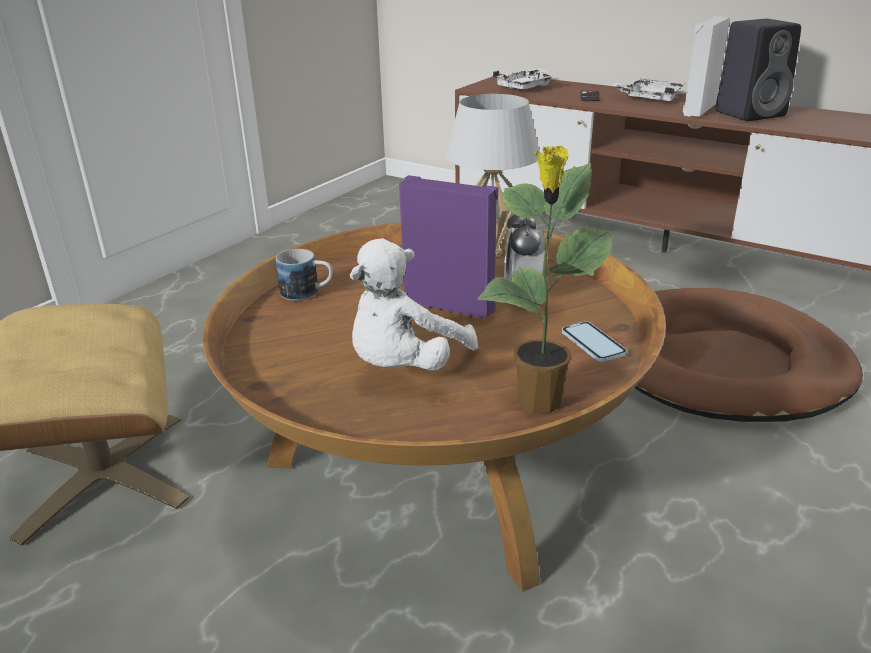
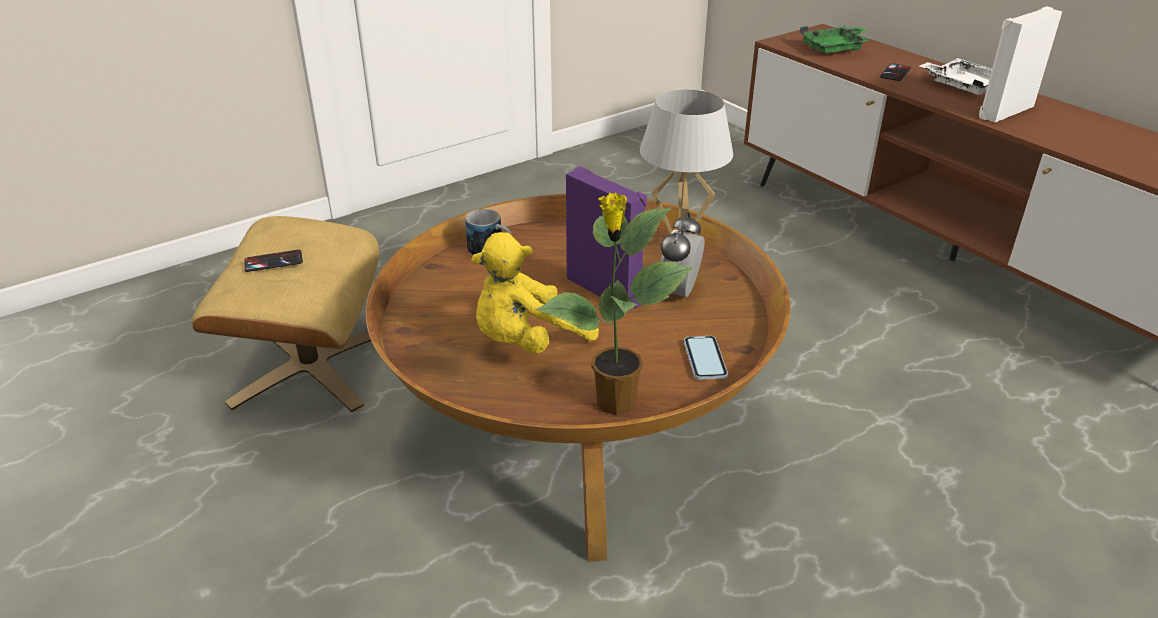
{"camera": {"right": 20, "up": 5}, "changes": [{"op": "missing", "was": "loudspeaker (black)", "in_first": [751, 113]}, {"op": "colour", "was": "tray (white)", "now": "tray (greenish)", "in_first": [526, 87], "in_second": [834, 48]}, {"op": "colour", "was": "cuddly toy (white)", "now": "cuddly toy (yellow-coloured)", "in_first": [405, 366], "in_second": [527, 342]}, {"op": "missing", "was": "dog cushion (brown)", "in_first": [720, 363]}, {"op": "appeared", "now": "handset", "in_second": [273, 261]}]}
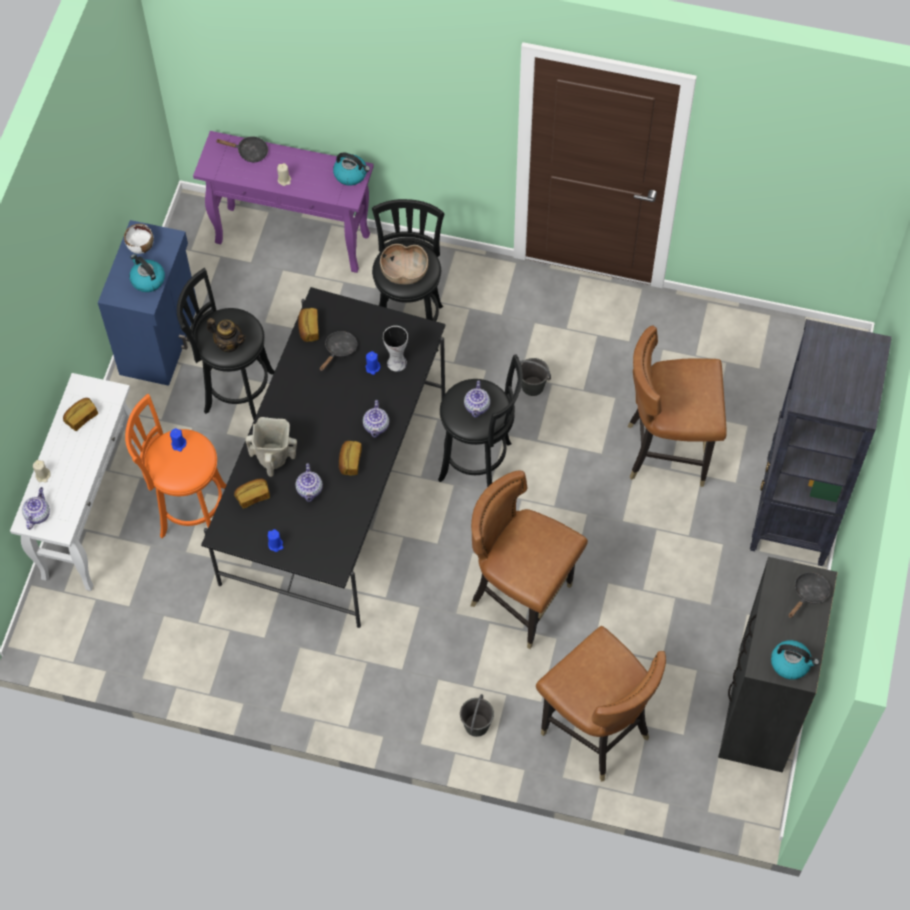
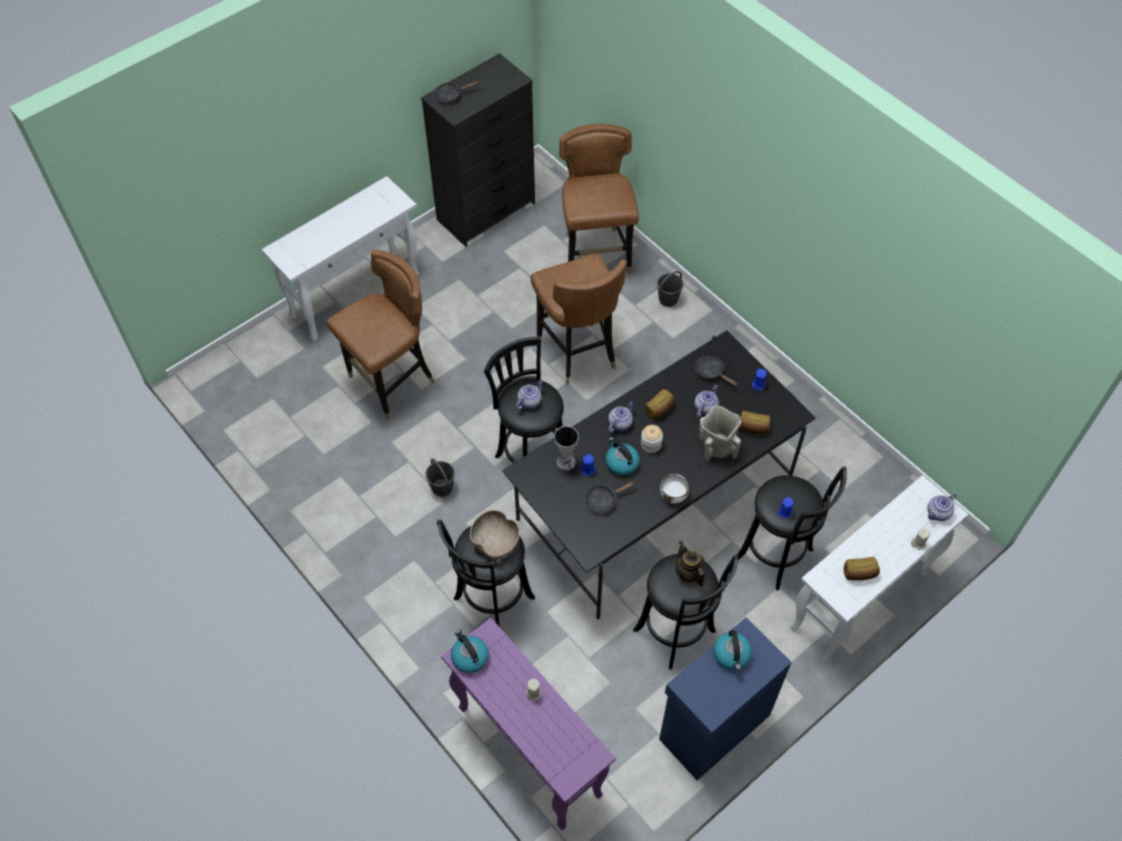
{"camera": {"right": -145, "up": -5}, "changes": [{"op": "relocated", "was": "skillet (black)", "in_first": [249, 152], "in_second": [711, 372]}, {"op": "relocated", "was": "bowl (white)", "in_first": [140, 246], "in_second": [673, 495]}, {"op": "missing", "was": "baked bread", "in_first": [309, 329]}, {"op": "exchanged", "was": "bookshelf (black)", "now": "hall table (white)", "in_first": [793, 518], "in_second": [356, 294]}, {"op": "spun", "was": "upright chair (brown)", "in_first": [668, 451], "in_second": [392, 383], "clockwise": -75}, {"op": "colour", "was": "stool seat (orangey)", "now": "stool seat (black)", "in_first": [189, 510], "in_second": [777, 556]}, {"op": "relocated", "was": "kettle", "in_first": [791, 663], "in_second": [621, 463]}, {"op": "appeared", "now": "preserve jar", "in_second": [651, 444]}]}
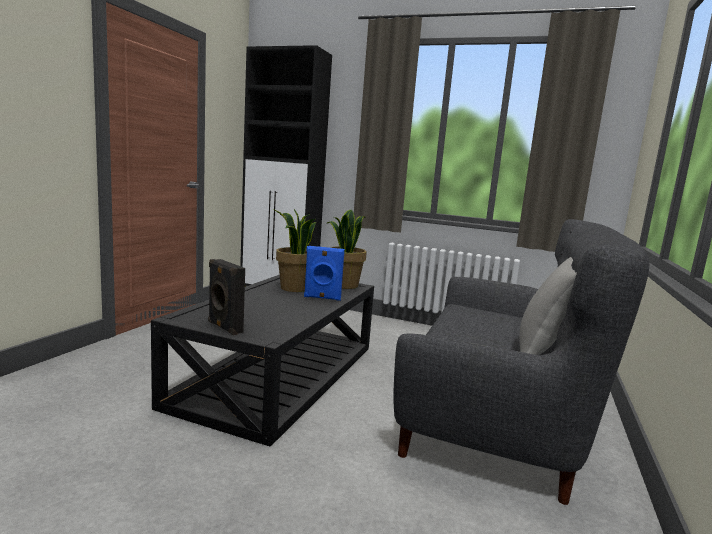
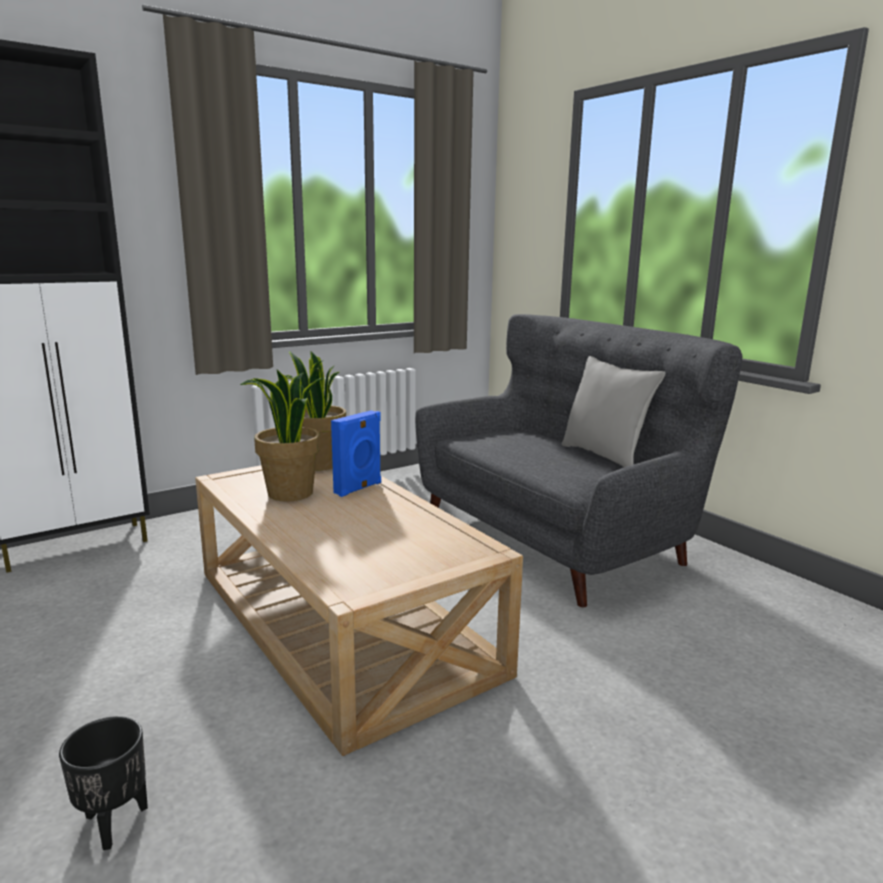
{"camera": {"right": -55, "up": 5}, "changes": [{"op": "missing", "was": "loudspeaker (black)", "in_first": [224, 327]}, {"op": "colour", "was": "coffee table (black)", "now": "coffee table (beige)", "in_first": [281, 374], "in_second": [343, 619]}, {"op": "appeared", "now": "planter (black)", "in_second": [113, 822]}]}
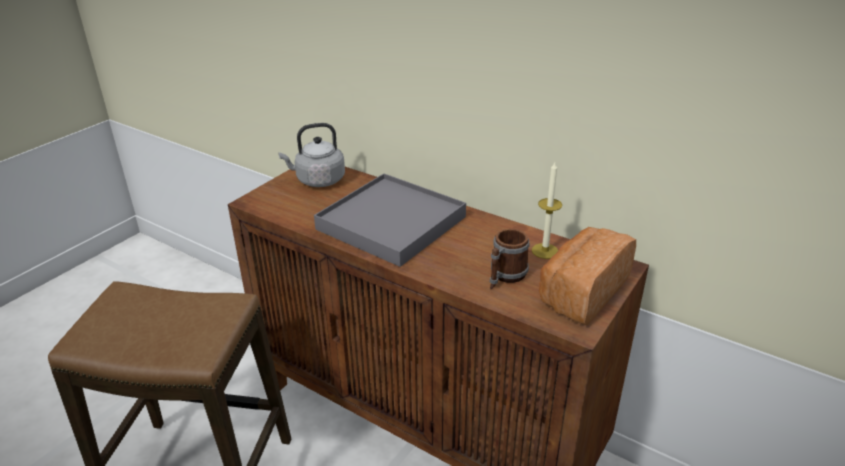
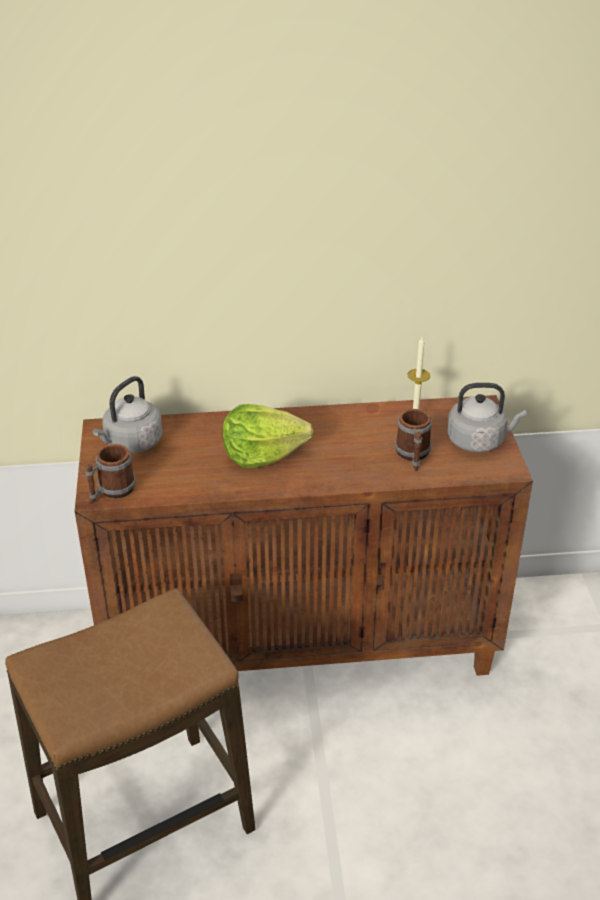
{"camera": {"right": -40, "up": 5}, "changes": [{"op": "exchanged", "was": "tray (grey)", "now": "head of lettuce", "in_first": [391, 223], "in_second": [262, 453]}, {"op": "exchanged", "was": "baked bread", "now": "kettle (grey)", "in_first": [581, 292], "in_second": [479, 441]}, {"op": "appeared", "now": "coffee mug", "in_second": [111, 491]}]}
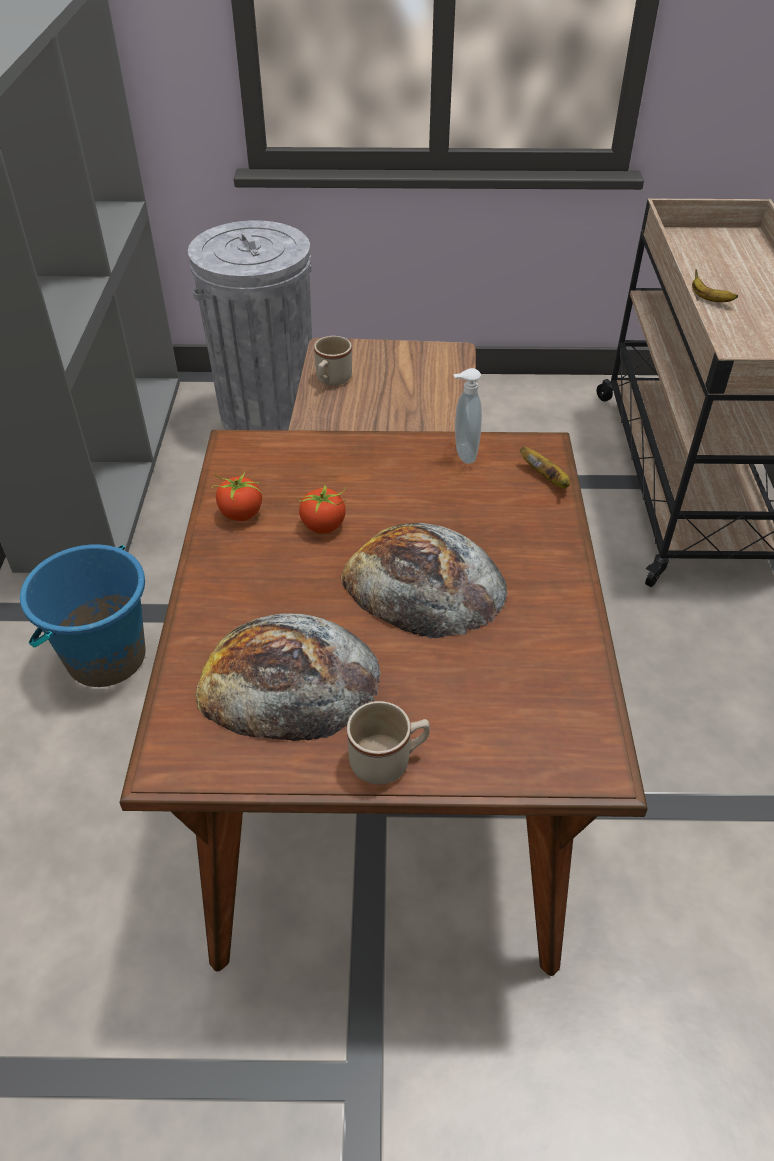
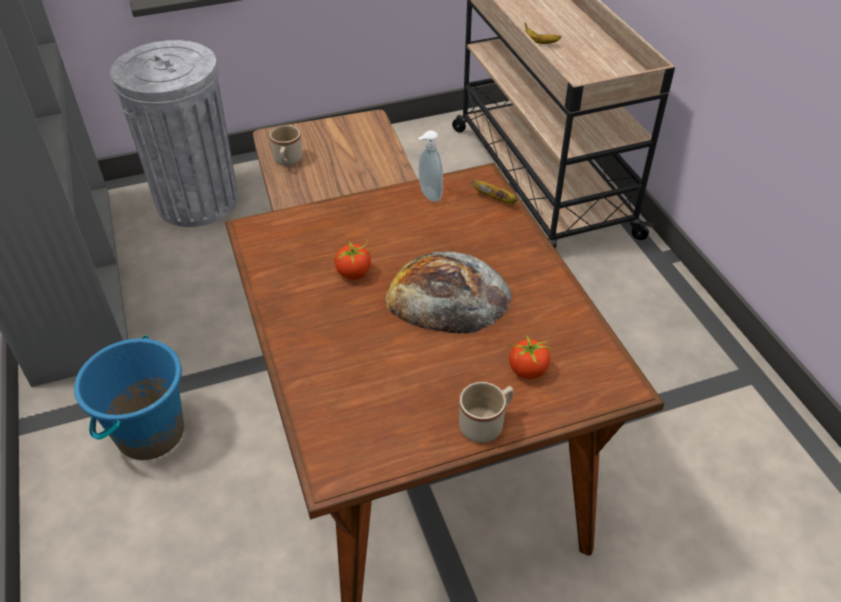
{"camera": {"right": -20, "up": 0}, "changes": [{"op": "relocated", "was": "fresh tomato", "in_first": [240, 514], "in_second": [527, 371]}, {"op": "missing", "was": "baked bread", "in_first": [288, 679]}]}
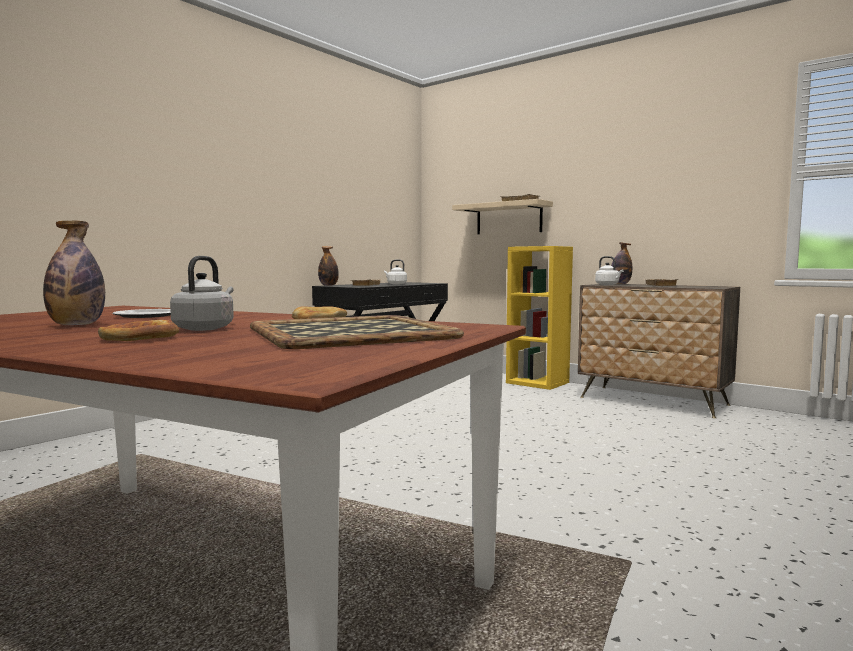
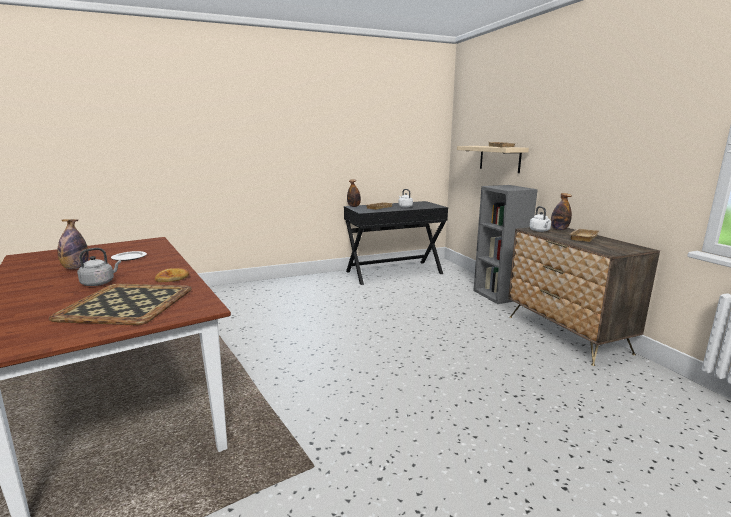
{"camera": {"right": 30, "up": 10}, "changes": [{"op": "colour", "was": "bookshelf (yellow-coloured)", "now": "bookshelf (grey)", "in_first": [538, 383], "in_second": [499, 295]}, {"op": "missing", "was": "baked bread", "in_first": [139, 338]}]}
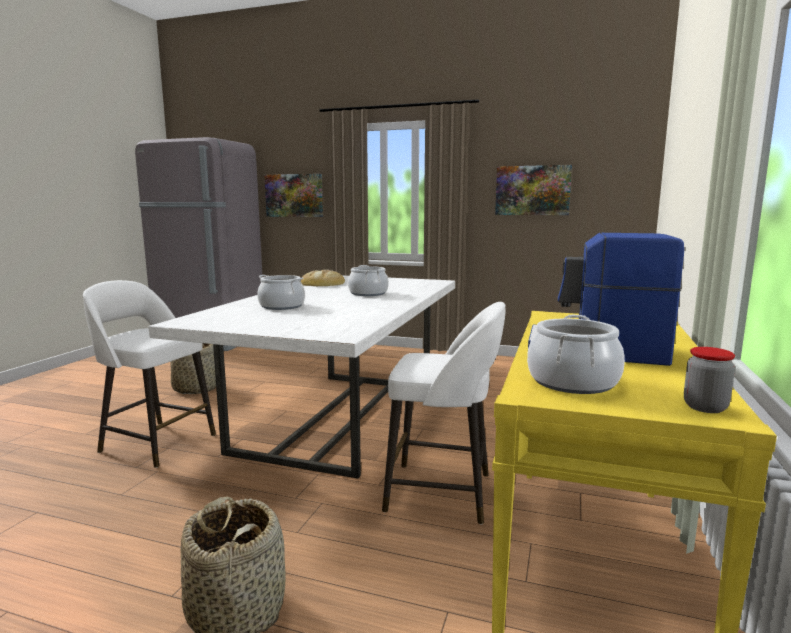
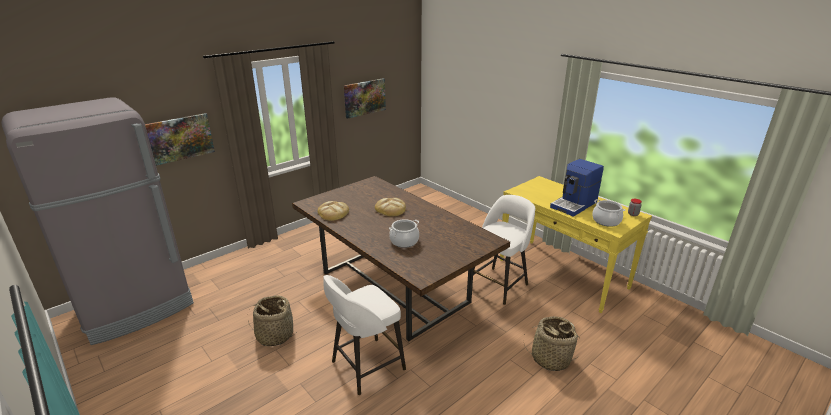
{"camera": {"right": -60, "up": 15}, "changes": [{"op": "exchanged", "was": "saucepot", "now": "baked bread", "in_first": [368, 293], "in_second": [390, 209]}, {"op": "colour", "was": "dinner table (white)", "now": "dinner table (brown)", "in_first": [339, 418], "in_second": [395, 288]}]}
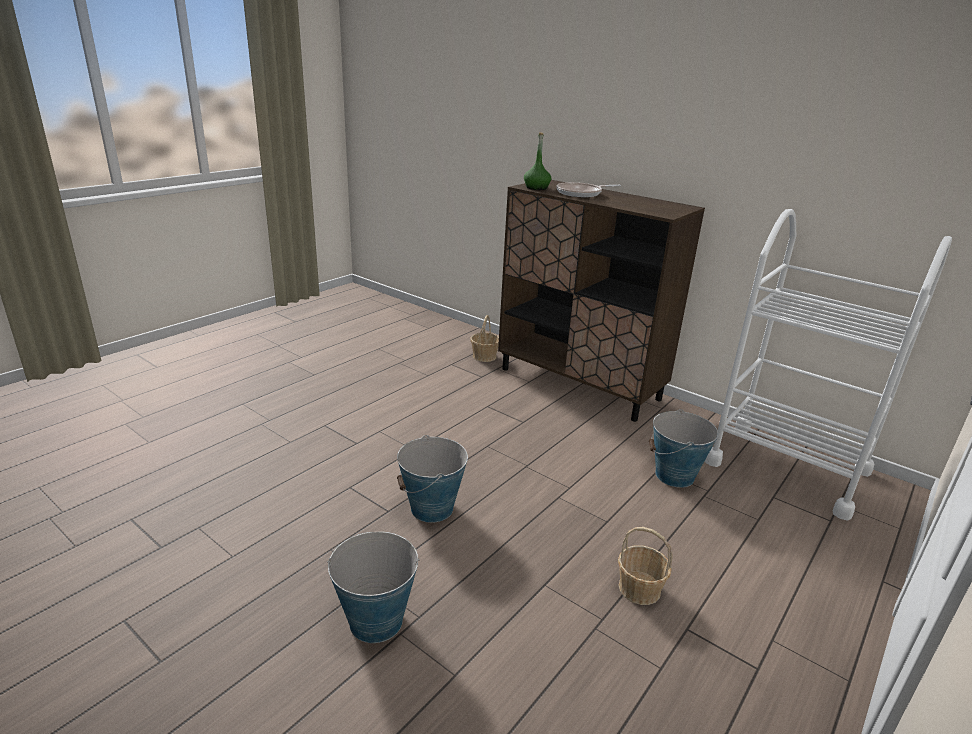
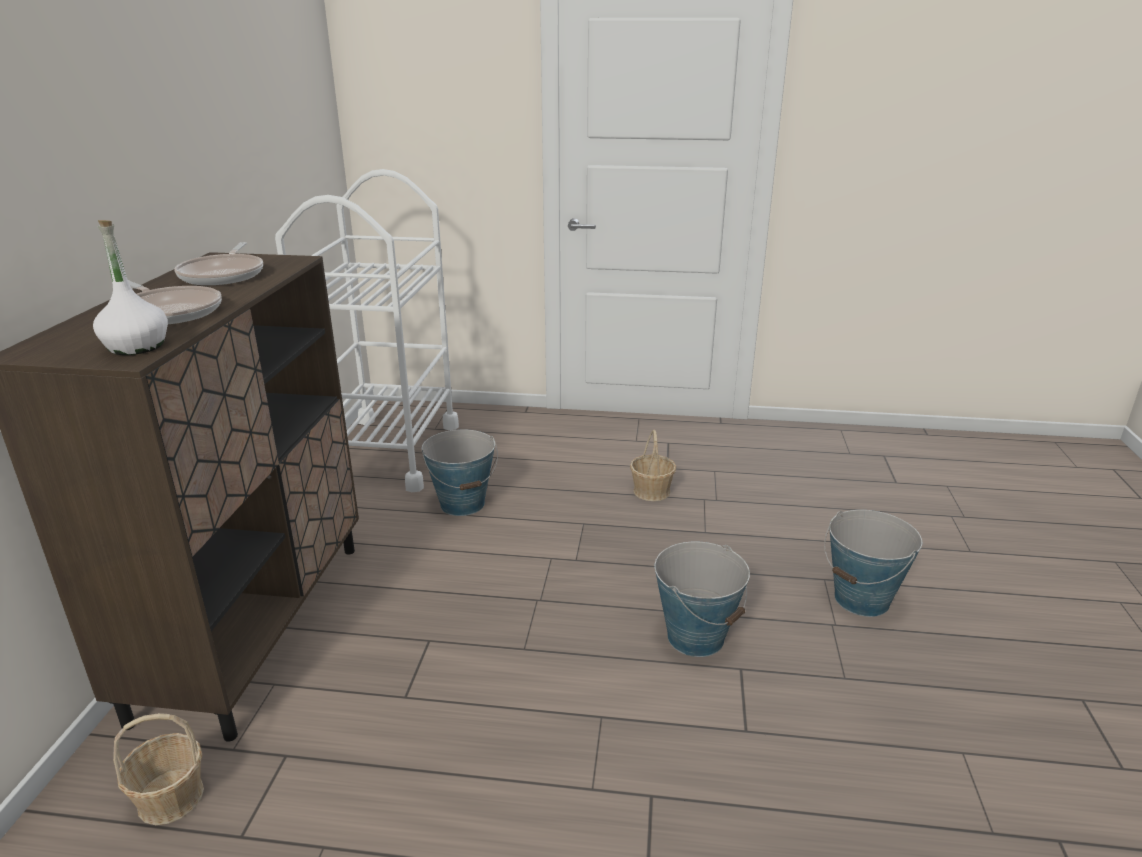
{"camera": {"right": -120, "up": 0}, "changes": [{"op": "colour", "was": "beverage bottle (greenish)", "now": "beverage bottle (white)", "in_first": [536, 188], "in_second": [137, 346]}, {"op": "appeared", "now": "skillet", "in_second": [224, 275]}]}
